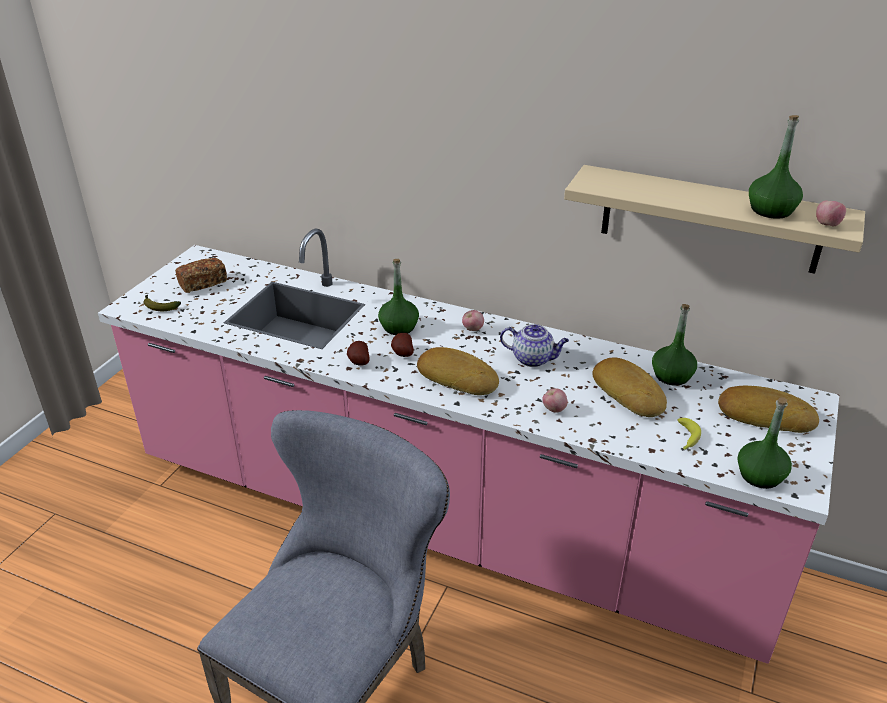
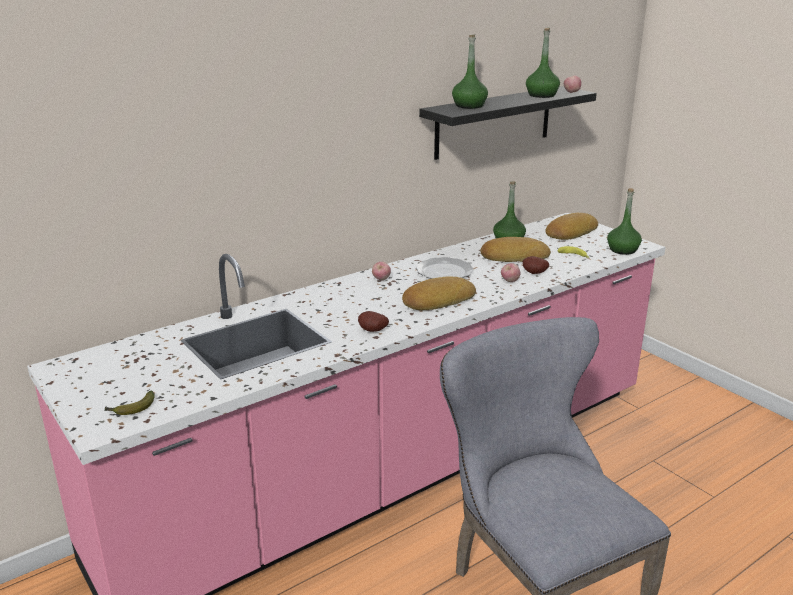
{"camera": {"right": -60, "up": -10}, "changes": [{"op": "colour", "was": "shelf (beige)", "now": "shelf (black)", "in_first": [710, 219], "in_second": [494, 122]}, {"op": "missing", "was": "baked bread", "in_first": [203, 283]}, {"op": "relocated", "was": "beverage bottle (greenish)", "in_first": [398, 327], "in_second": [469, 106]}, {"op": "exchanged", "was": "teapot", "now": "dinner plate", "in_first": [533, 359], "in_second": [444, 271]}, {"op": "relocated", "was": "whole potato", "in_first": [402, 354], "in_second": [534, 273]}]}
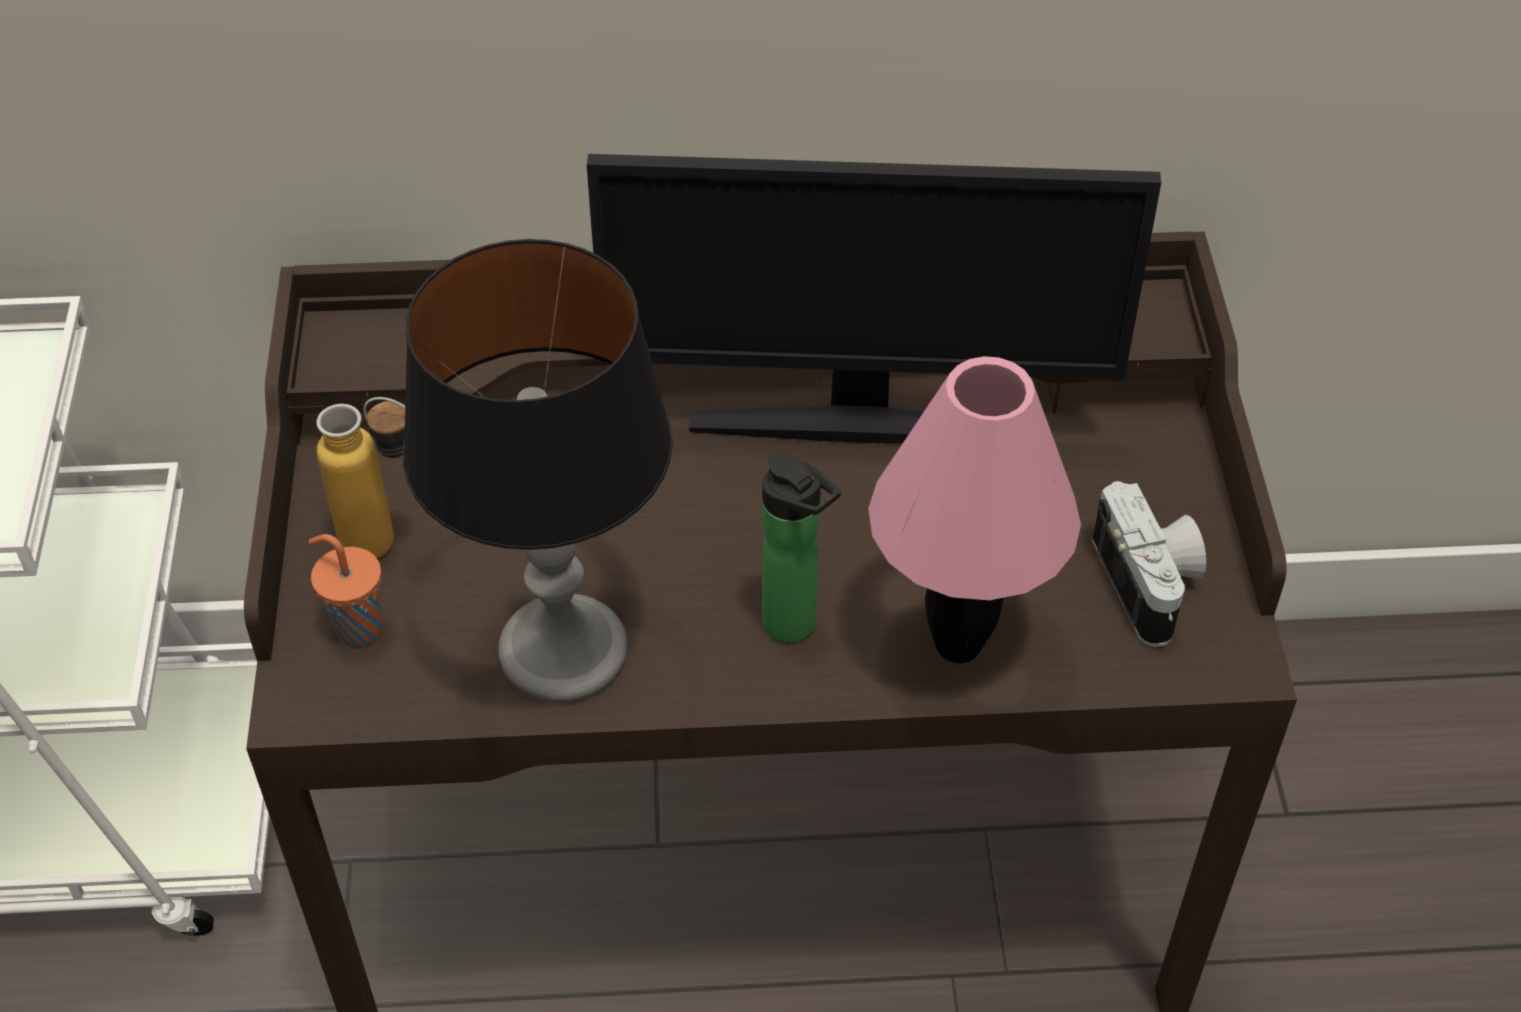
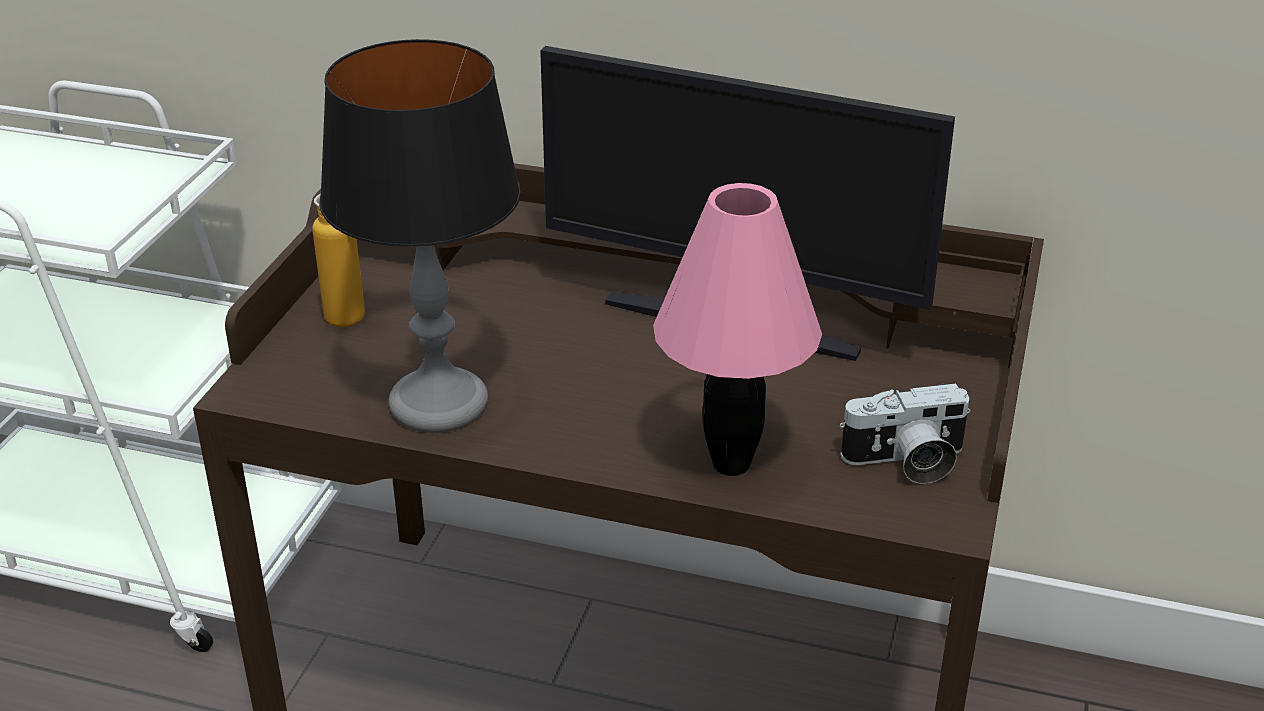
{"camera": {"right": 20, "up": -15}, "changes": [{"op": "missing", "was": "beverage bottle", "in_first": [795, 627]}, {"op": "spun", "was": "photo camera", "in_first": [1151, 584], "in_second": [906, 462], "clockwise": 75}, {"op": "missing", "was": "drinking cup (orangey)", "in_first": [356, 627]}]}
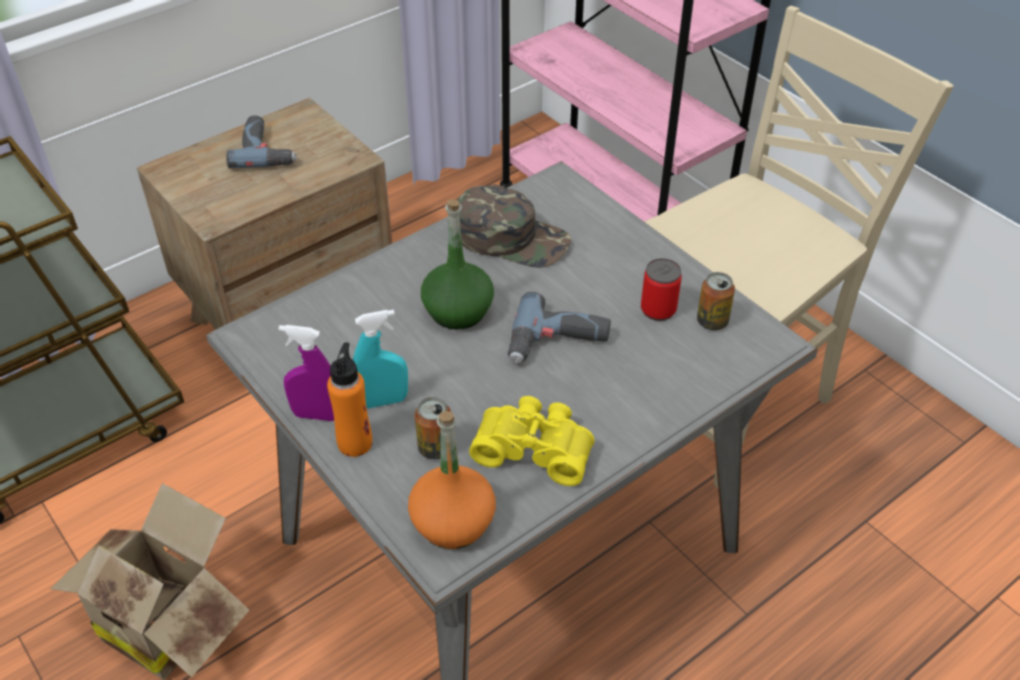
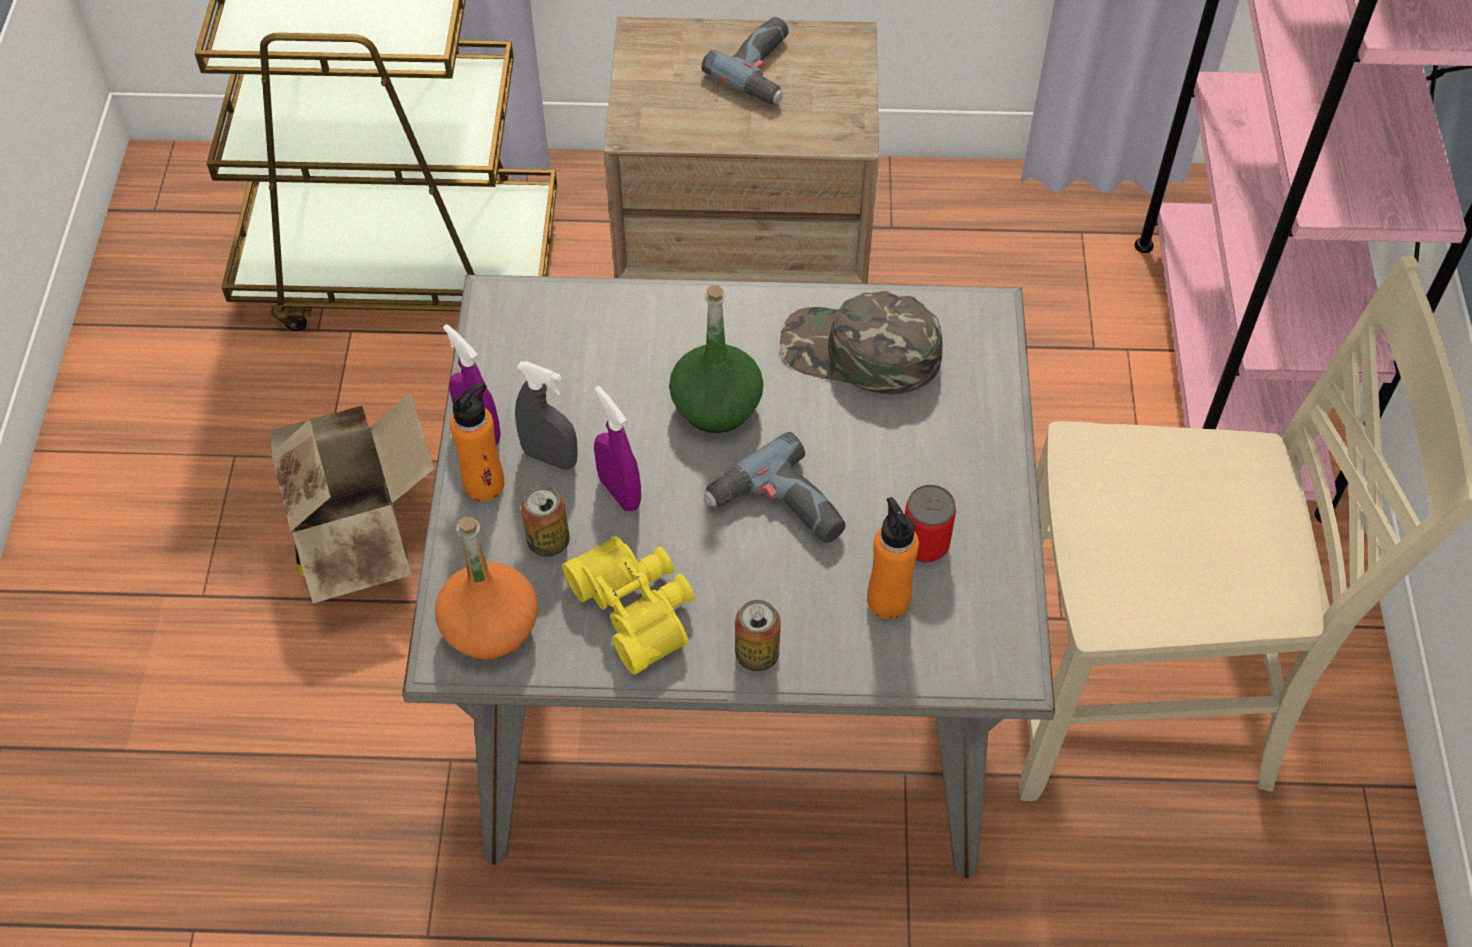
{"camera": {"right": 40, "up": 10}, "changes": [{"op": "spun", "was": "baseball cap (greenish)", "in_first": [511, 237], "in_second": [860, 352], "clockwise": 135}, {"op": "relocated", "was": "sealed can", "in_first": [712, 321], "in_second": [757, 654]}, {"op": "colour", "was": "sprayer (blue-green)", "now": "sprayer (grey)", "in_first": [383, 401], "in_second": [550, 457]}, {"op": "appeared", "now": "sprayer (purple-coloured)", "in_second": [619, 492]}, {"op": "appeared", "now": "beverage bottle (orangey)", "in_second": [888, 600]}]}
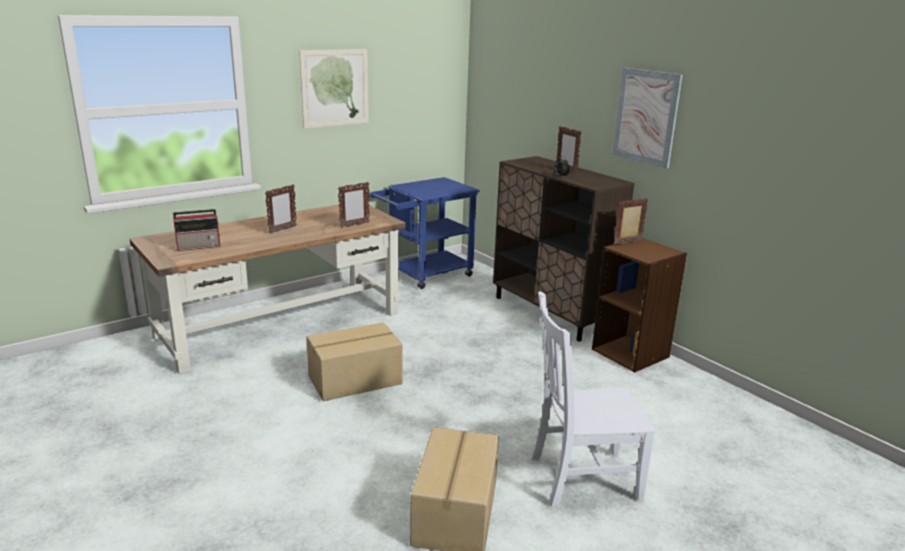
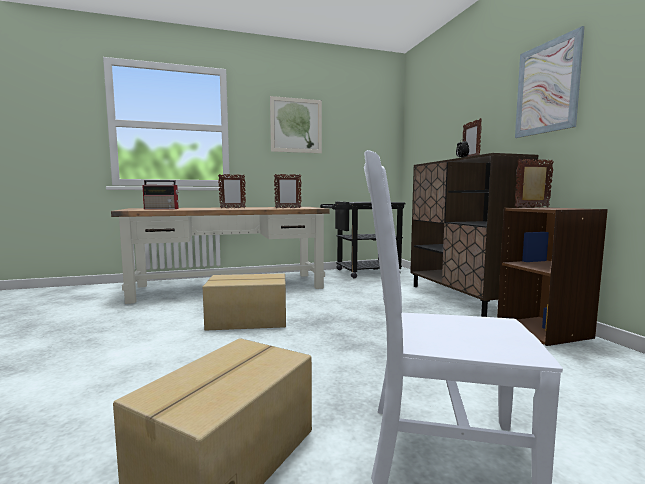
{"camera": {"right": 20, "up": -15}, "changes": [{"op": "colour", "was": "trolley (blue-coloured)", "now": "trolley (black)", "in_first": [424, 275], "in_second": [361, 272]}]}
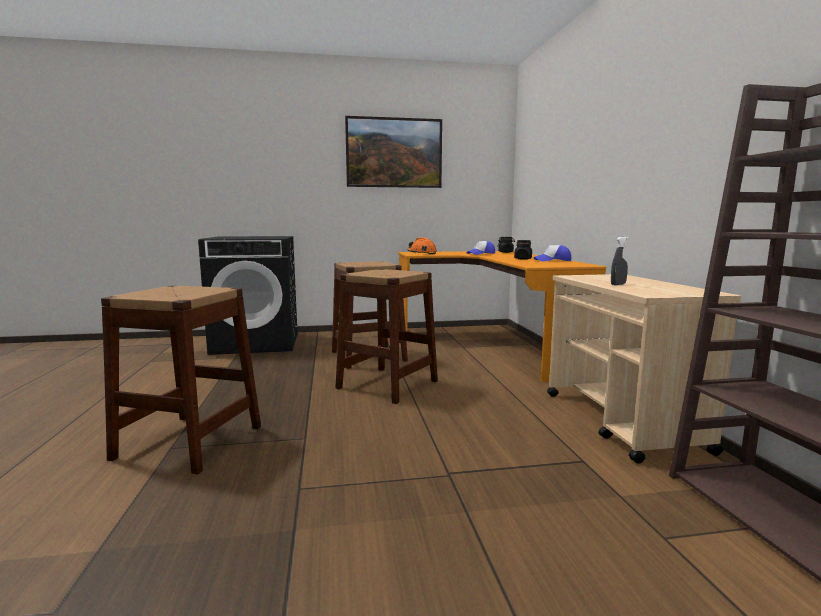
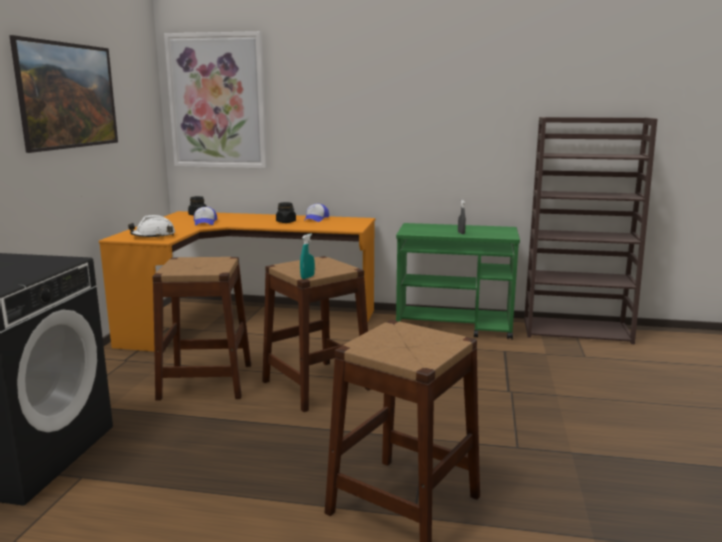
{"camera": {"right": -70, "up": 5}, "changes": [{"op": "colour", "was": "work helmet (orangey)", "now": "work helmet (white)", "in_first": [421, 253], "in_second": [153, 236]}, {"op": "colour", "was": "trolley (beige)", "now": "trolley (greenish)", "in_first": [622, 421], "in_second": [455, 326]}, {"op": "appeared", "now": "wall art", "in_second": [217, 101]}, {"op": "appeared", "now": "sprayer (blue-green)", "in_second": [307, 277]}]}
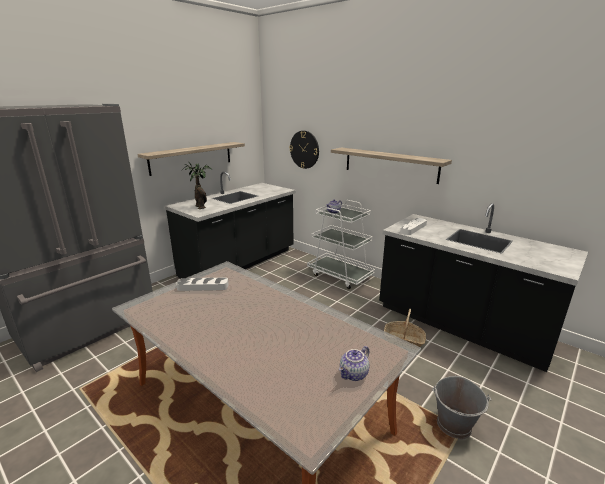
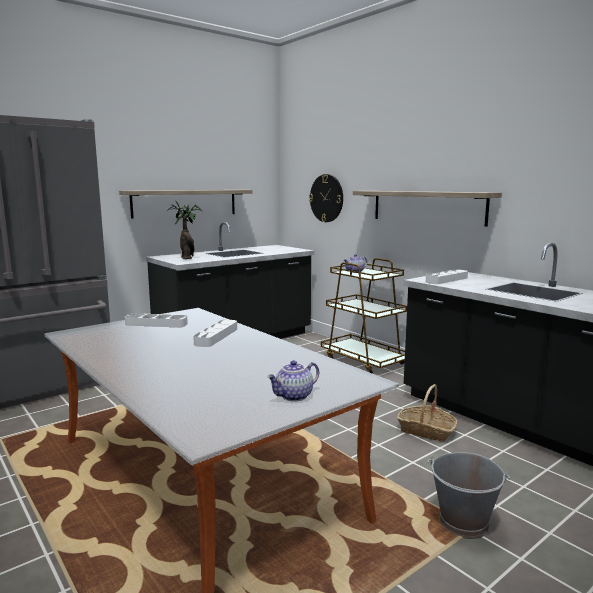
{"camera": {"right": 10, "up": -10}, "changes": [{"op": "colour", "was": "trolley (white)", "now": "trolley (brown)", "in_first": [340, 275], "in_second": [364, 361]}, {"op": "appeared", "now": "tray (white)", "in_second": [216, 336]}]}
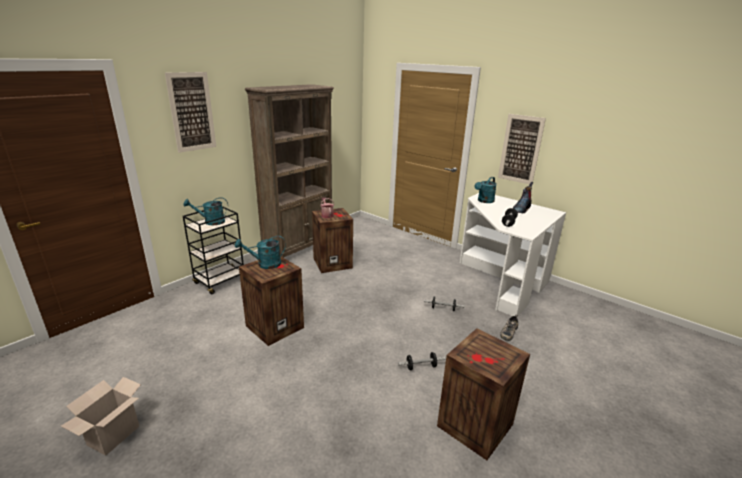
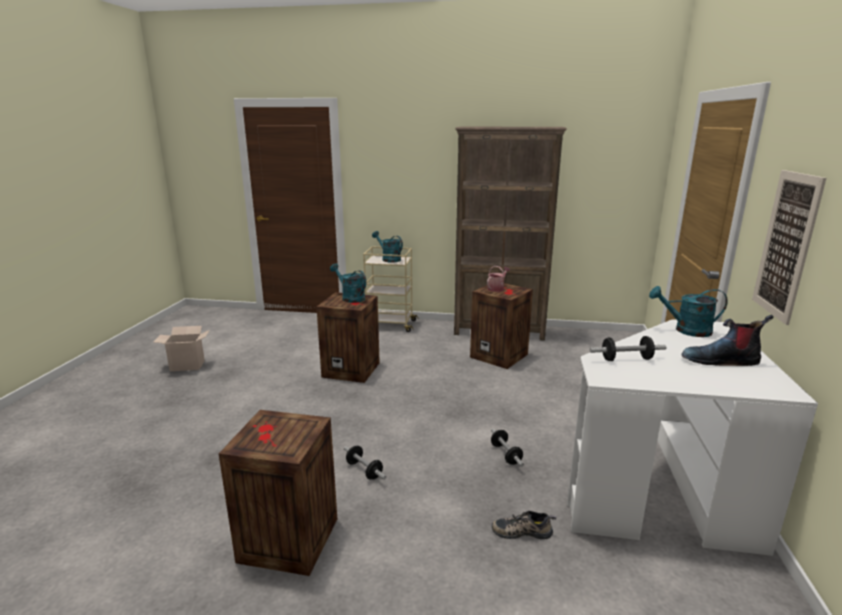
{"camera": {"right": 60, "up": -5}, "changes": [{"op": "missing", "was": "wall art", "in_first": [192, 112]}, {"op": "colour", "was": "trolley (black)", "now": "trolley (beige)", "in_first": [220, 281], "in_second": [390, 325]}]}
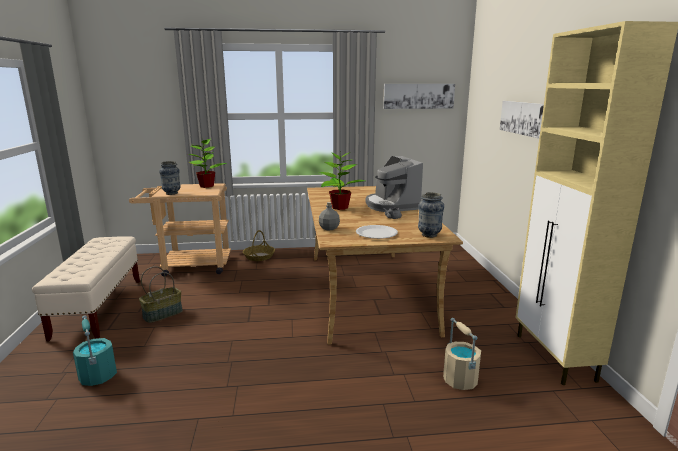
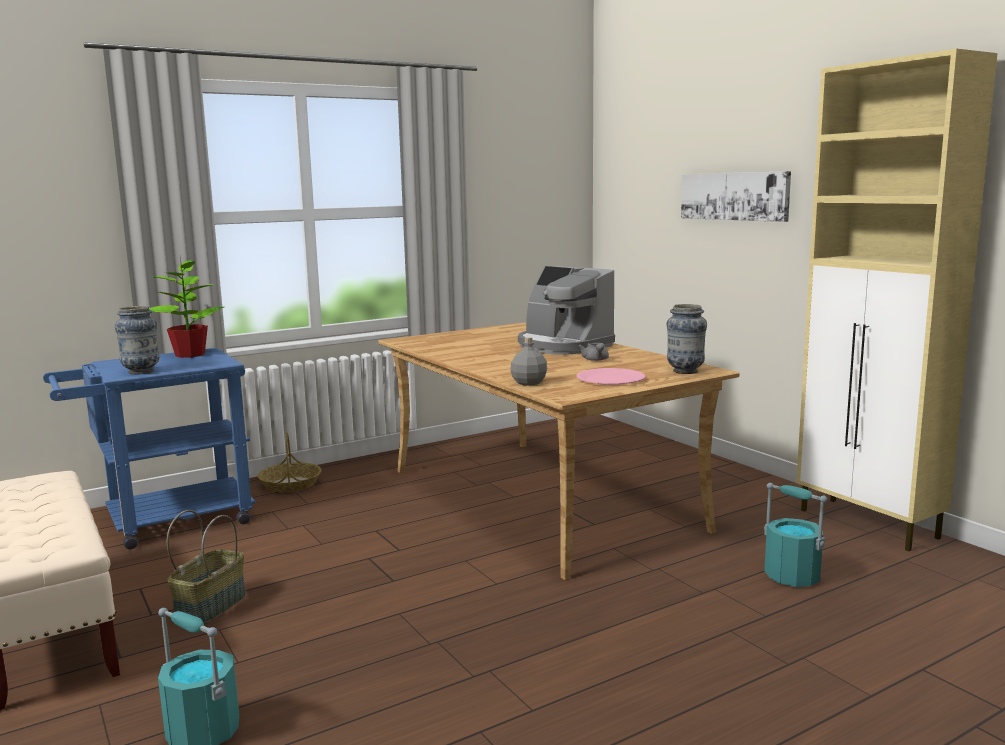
{"camera": {"right": -25, "up": -5}, "changes": [{"op": "missing", "was": "wall art", "in_first": [418, 96]}, {"op": "missing", "was": "houseplant", "in_first": [339, 207]}, {"op": "colour", "was": "trolley (beige)", "now": "trolley (blue-coloured)", "in_first": [190, 266], "in_second": [165, 522]}, {"op": "colour", "was": "dinner plate (white)", "now": "dinner plate (pink)", "in_first": [376, 233], "in_second": [610, 379]}, {"op": "colour", "was": "water bucket (beige)", "now": "water bucket (blue-green)", "in_first": [460, 380], "in_second": [791, 576]}]}
